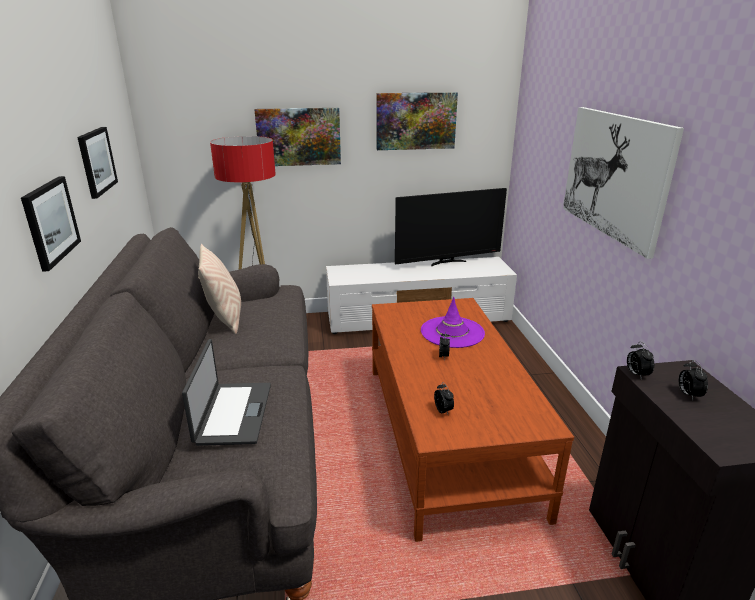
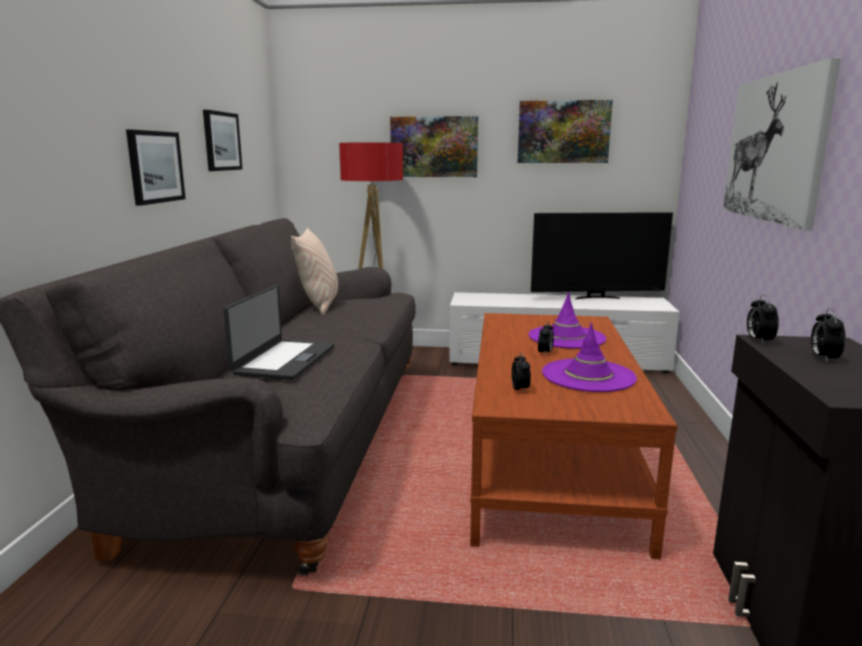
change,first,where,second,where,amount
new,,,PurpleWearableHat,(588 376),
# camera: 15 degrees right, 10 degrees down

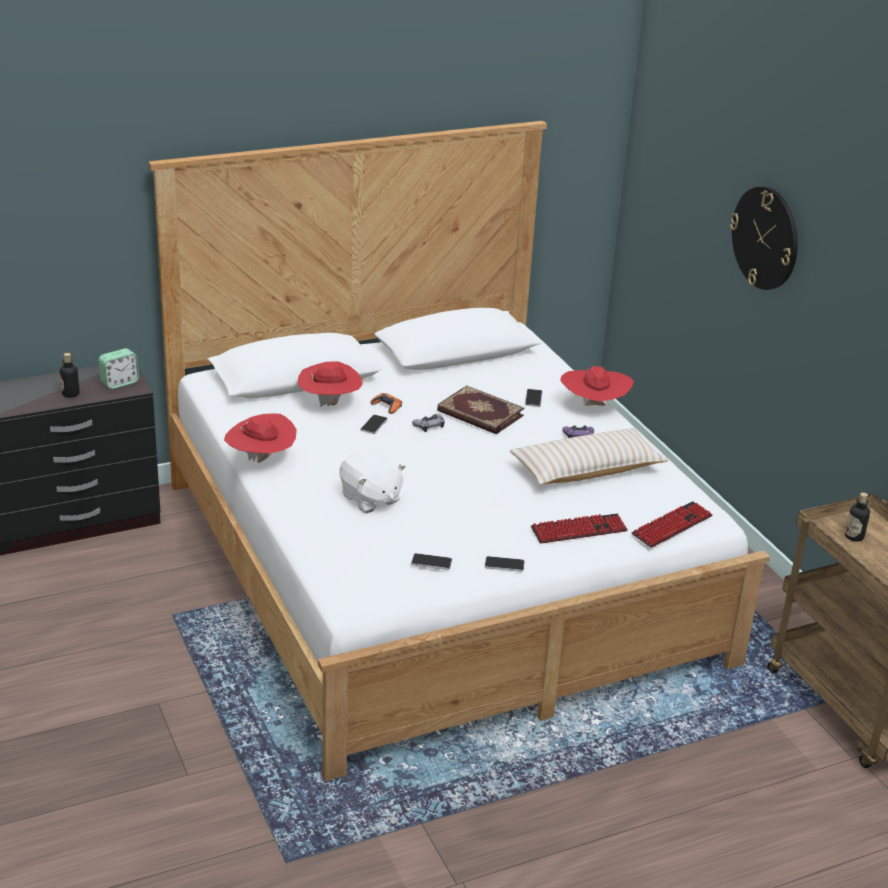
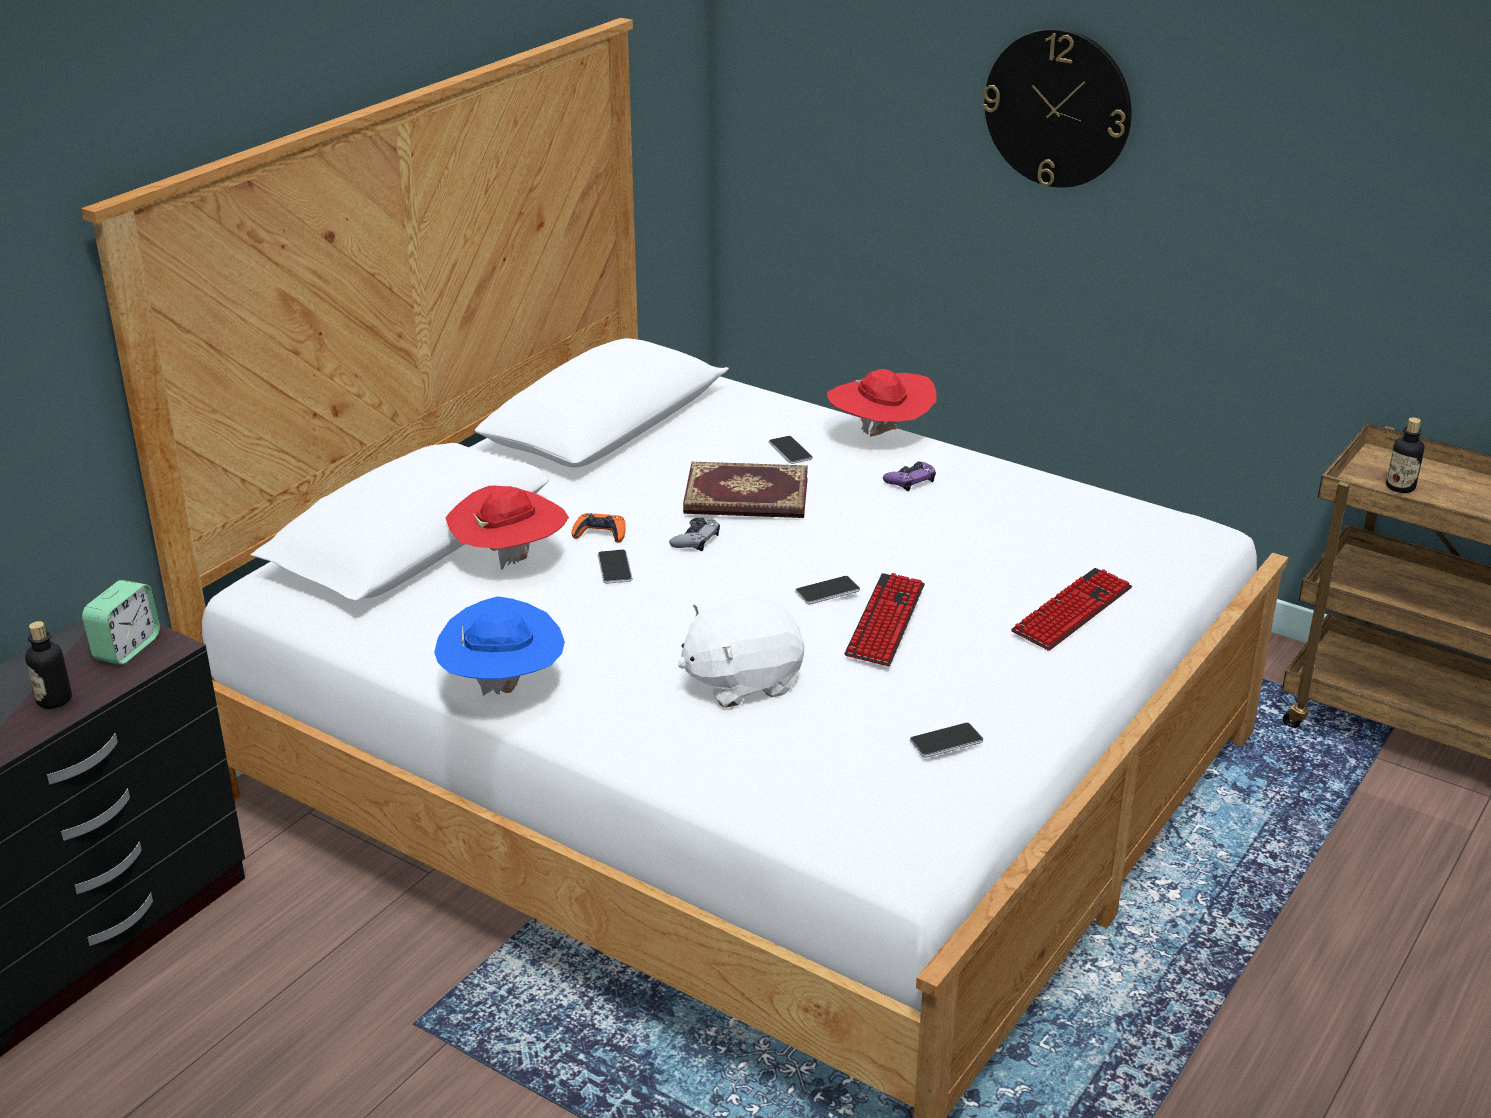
change,first,where,second,where,amount
gone,SandColouredPillow,(586 470),,,
shifted,Handset,(504 565),,(827 591),
shifted,ComputerKeyboard,(672 526),,(885 621),
repainted,RedWearableHat,(261 460),BlueWearableHat,(503 687),
rotated,WhitishPlushToy,(370 499),,(742 681),135 degrees clockwise
# camera: 30 degrees left, 0 degrees up

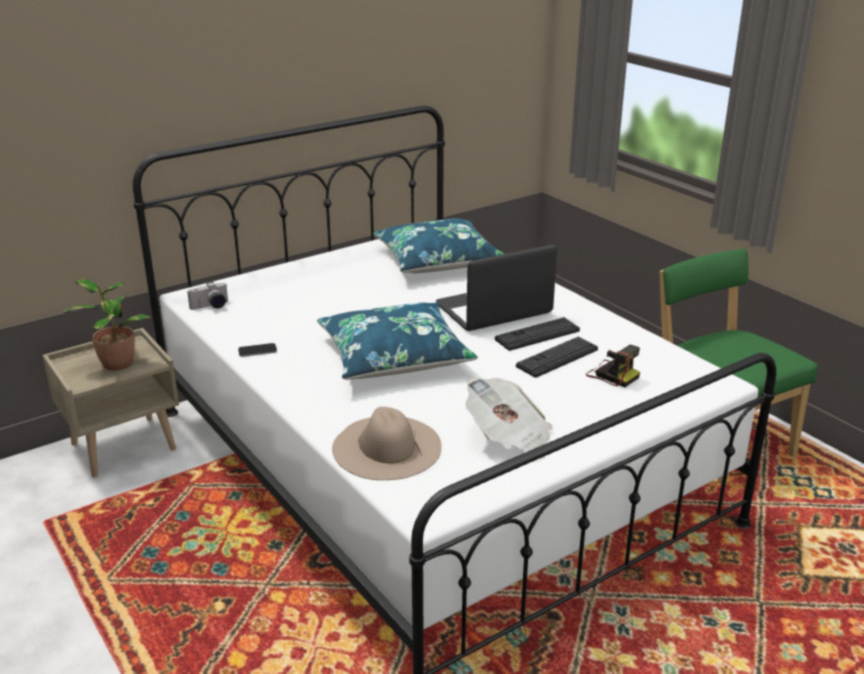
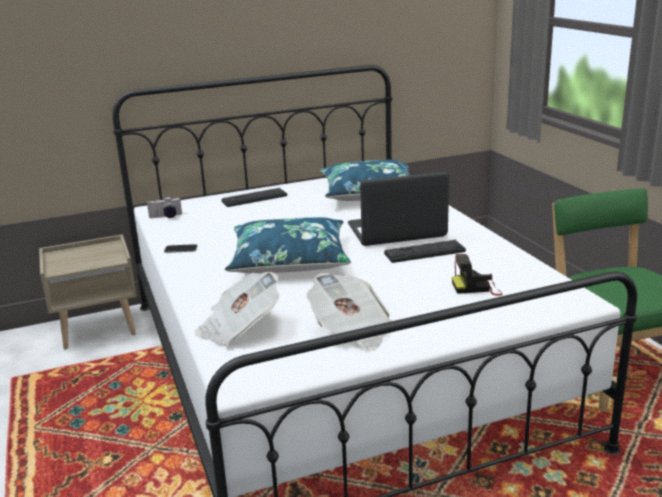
change,first,where,second,where,amount
gone,Houseplant,(115 363),,,
shifted,ComputerKeyboard,(557 358),,(254 198),
swapped,SandColouredWearableHat,(386 447),DailyPaper,(239 328),
rotated,StillCamera,(611 375),,(477 288),120 degrees clockwise
# camera: 15 degrees right, 5 degrees down

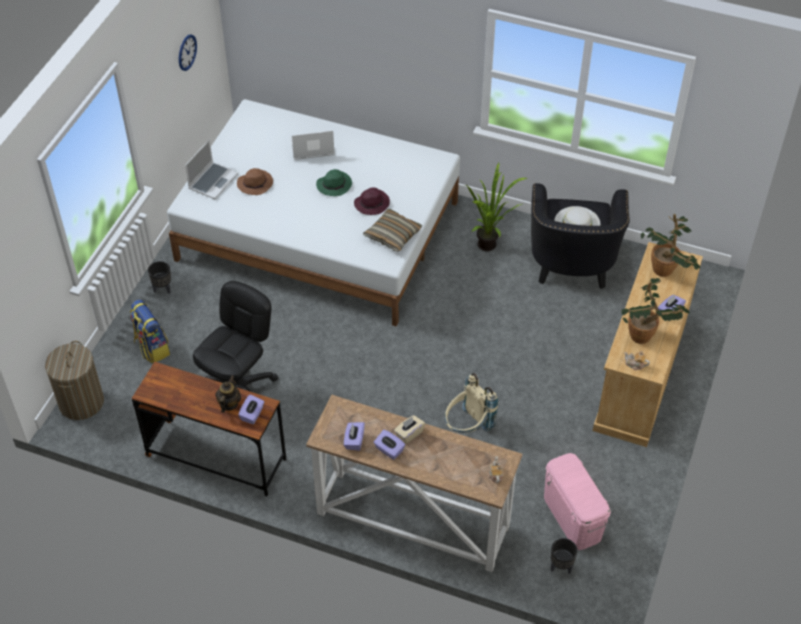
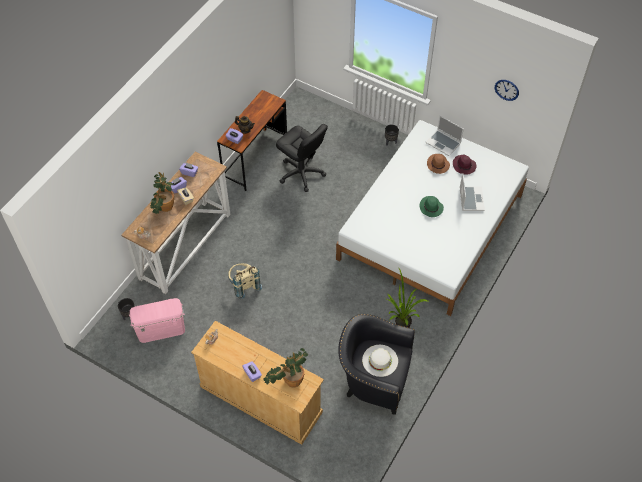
change,first,where,second,where,amount
gone,Hamper,(81 402),,,
gone,Backpack,(151 347),,,
gone,Pillow,(393 235),,,
shifted,PurpleWearableHat,(372 203),,(464 166),
shifted,Houseplant,(646 337),,(164 209),
# camera: 100 degrees right, 5 degrees up

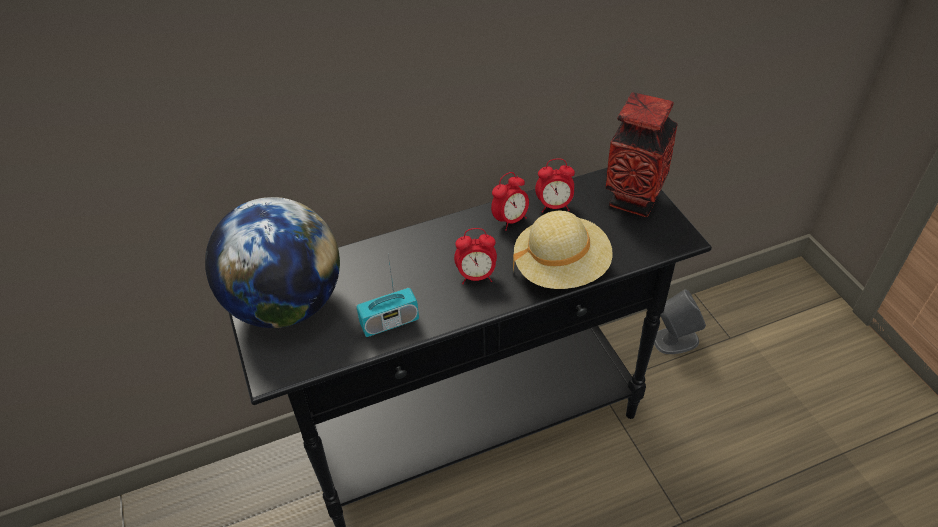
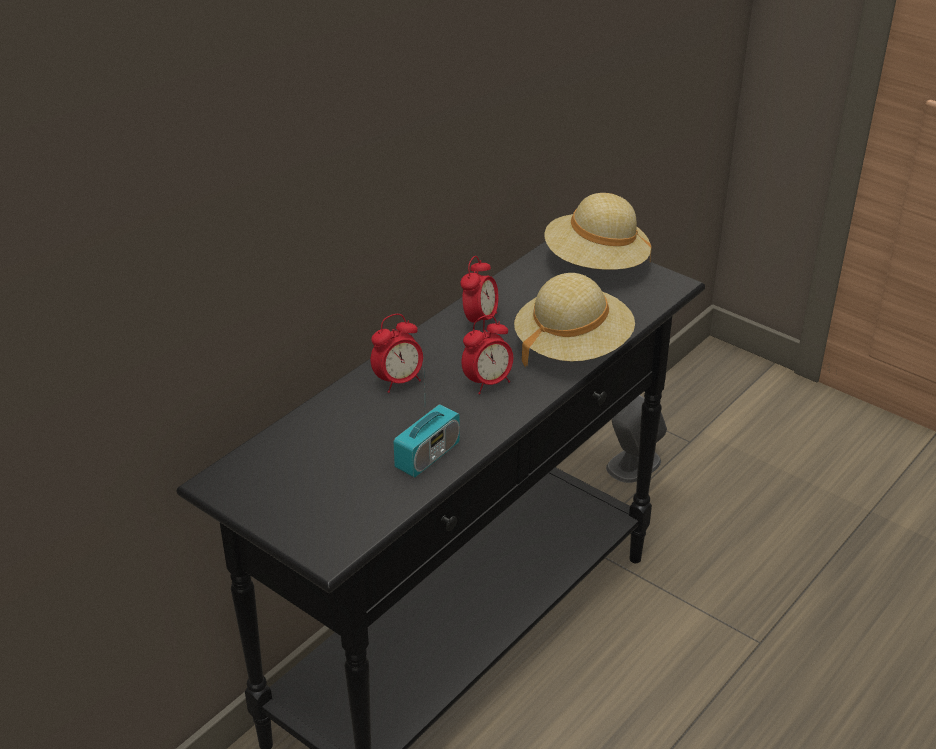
change,first,where,second,where,amount
gone,Globe,(286 304),,,
shifted,BedsideClock,(554 206),,(398 381),
swapped,DecorativeVase,(633 200),SandColouredWearableHat,(595 264),
# camera: 30 degrees left, 10 degrees down

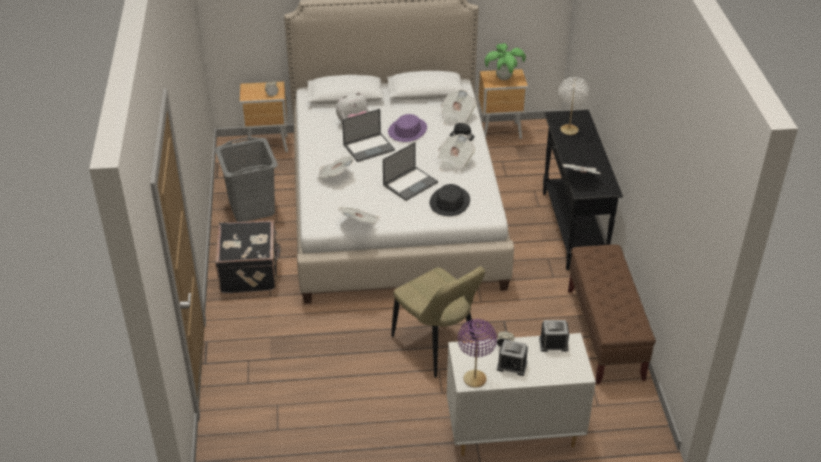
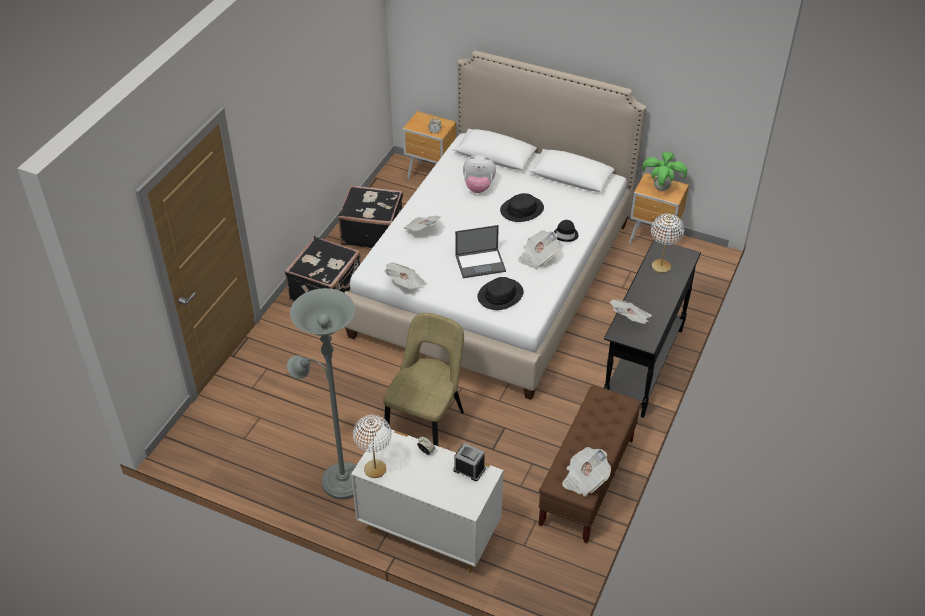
change,first,where,second,where,amount
gone,Laptop,(369 147),,,
gone,BedsideClock,(512 366),,,
new,,,GreyishFloorLamp,(338 479),
shifted,DailyPaper,(456 117),,(584 479),
swapped,GreyishHamper,(251 208),BlackColouredTravelCase,(372 232),
repainted,PurpleWearableHat,(407 130),BlackColouredWearableHat,(521 209),
repainted,PurpleTabletopLamp,(474 379),WhitishTabletopLamp,(375 469),
rotated,SandColouredChair,(437 347),,(427 426),150 degrees counterclockwise
# camera: 30 degrees right, 5 degrees up

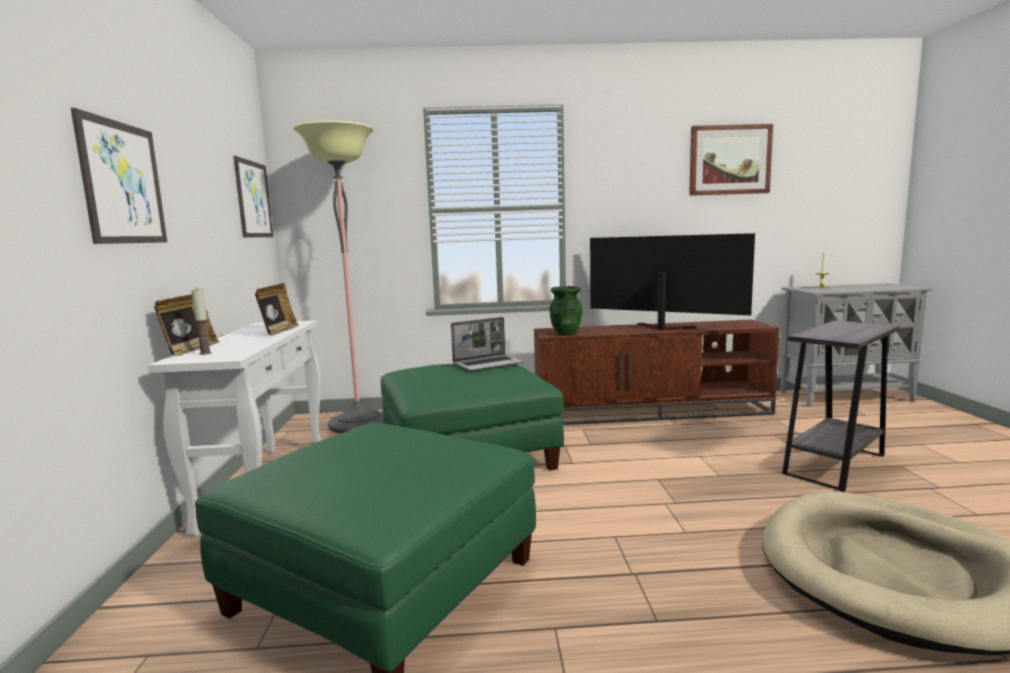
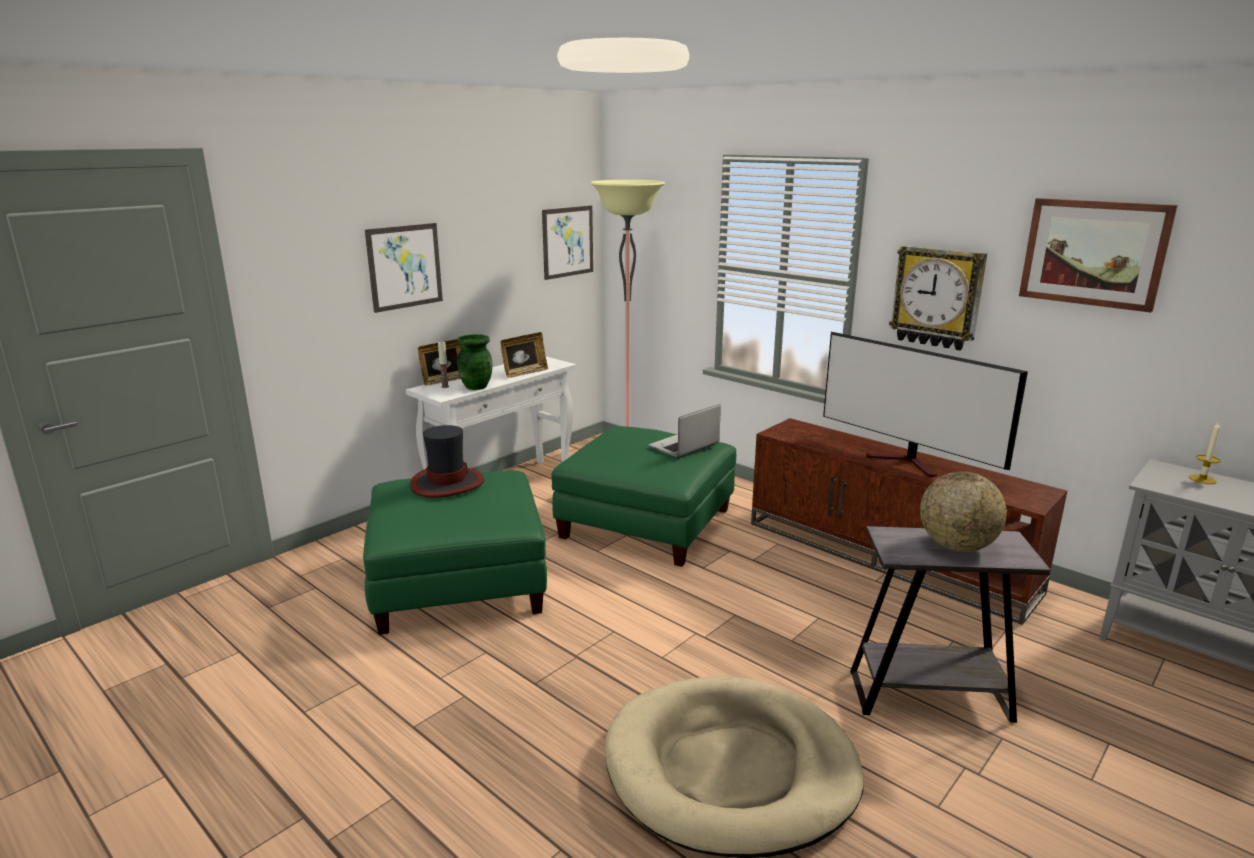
change,first,where,second,where,amount
new,,,WearableHat,(447 483),
new,,,HangingClock,(937 297),
new,,,Globe,(956 546),
shifted,GreenDecorativeVase,(565 333),,(476 386),
rotated,Laptop,(488 364),,(684 446),120 degrees clockwise
rotated,Television,(661 328),,(908 463),150 degrees clockwise
# camera: 45 degrees right, 10 degrees up

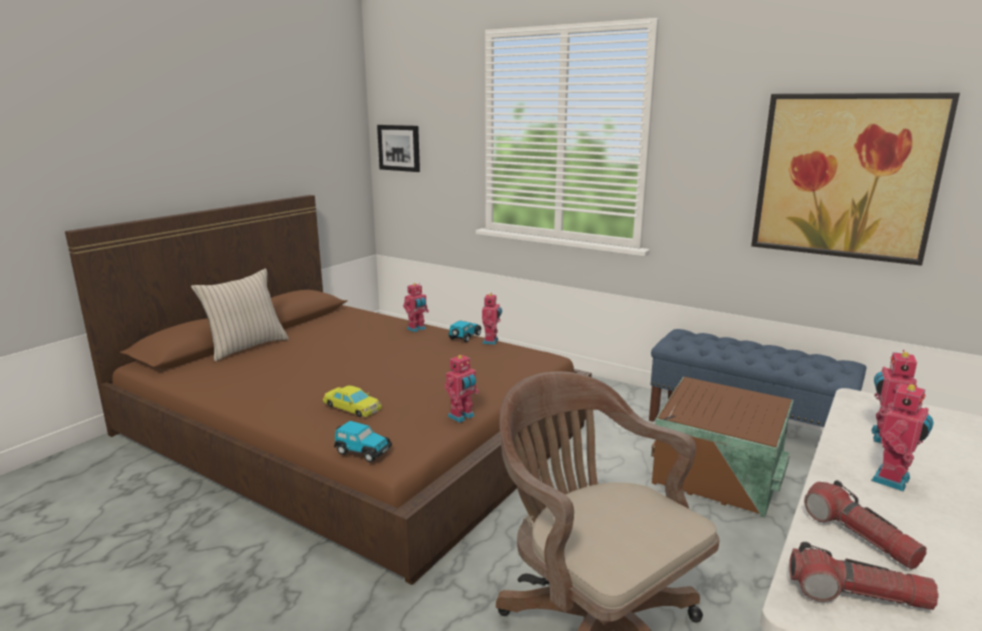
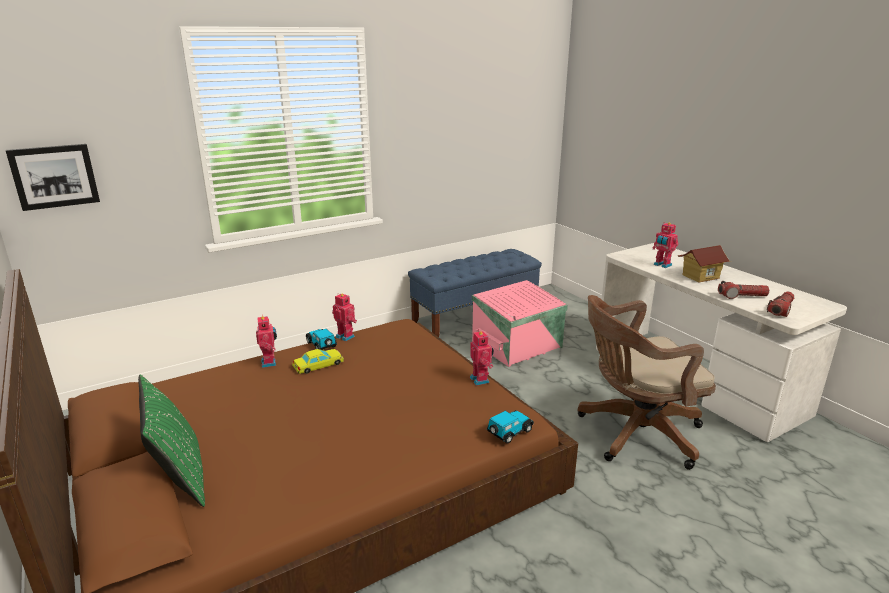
change,first,where,second,where,amount
gone,WallPicture,(845 176),,,
shifted,YellowMiniatureCar,(352 407),,(318 365),
swapped,ModelRobot,(894 480),MiniatureHouse,(700 276),
repainted,SandColouredPillow,(246 347),GreenPillow,(180 478),
repainted,BrownishStorageBin,(717 478),PinkStorageBin,(518 345),
# camera: 65 degrees left, 5 degrees up

